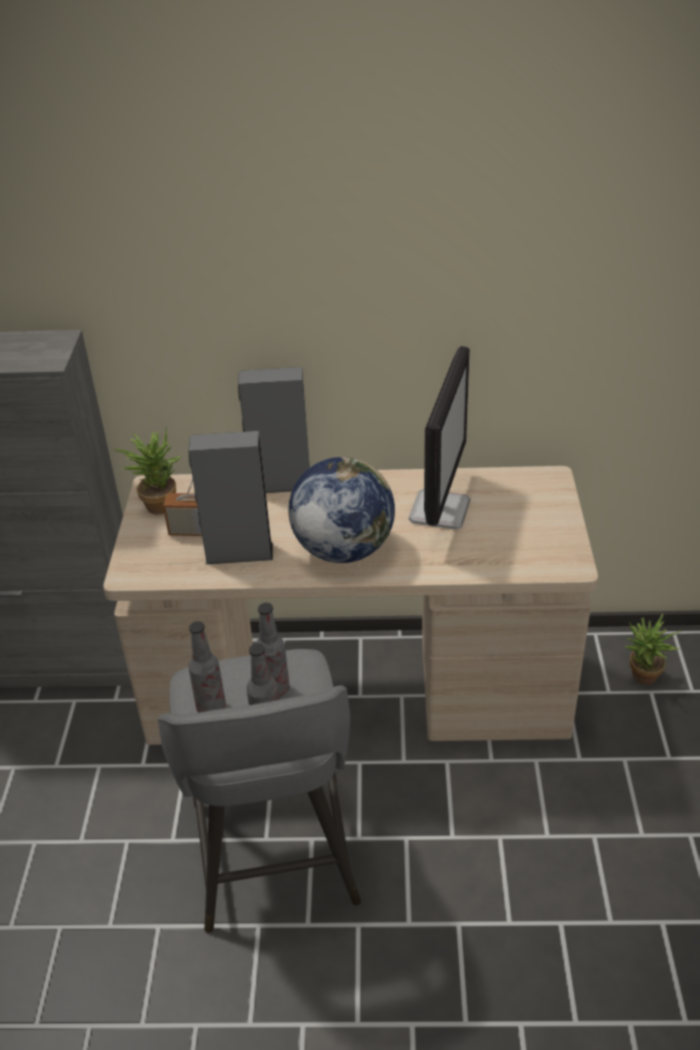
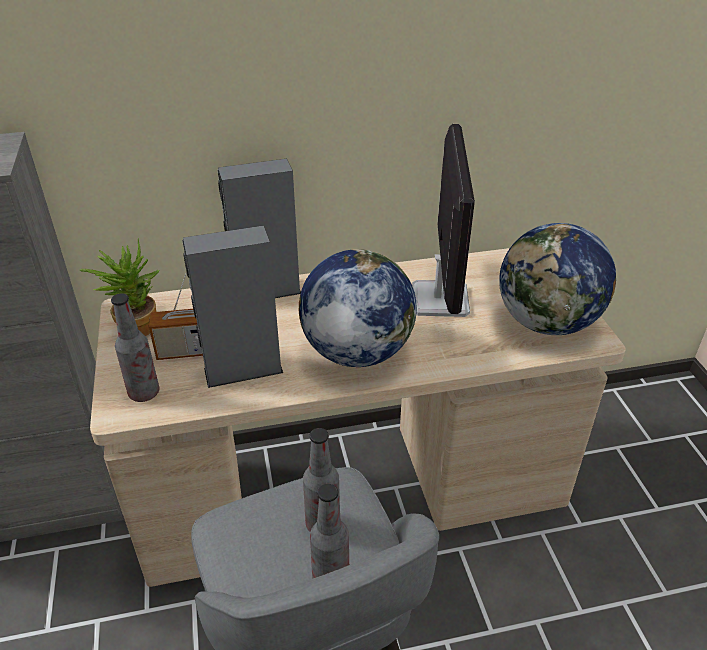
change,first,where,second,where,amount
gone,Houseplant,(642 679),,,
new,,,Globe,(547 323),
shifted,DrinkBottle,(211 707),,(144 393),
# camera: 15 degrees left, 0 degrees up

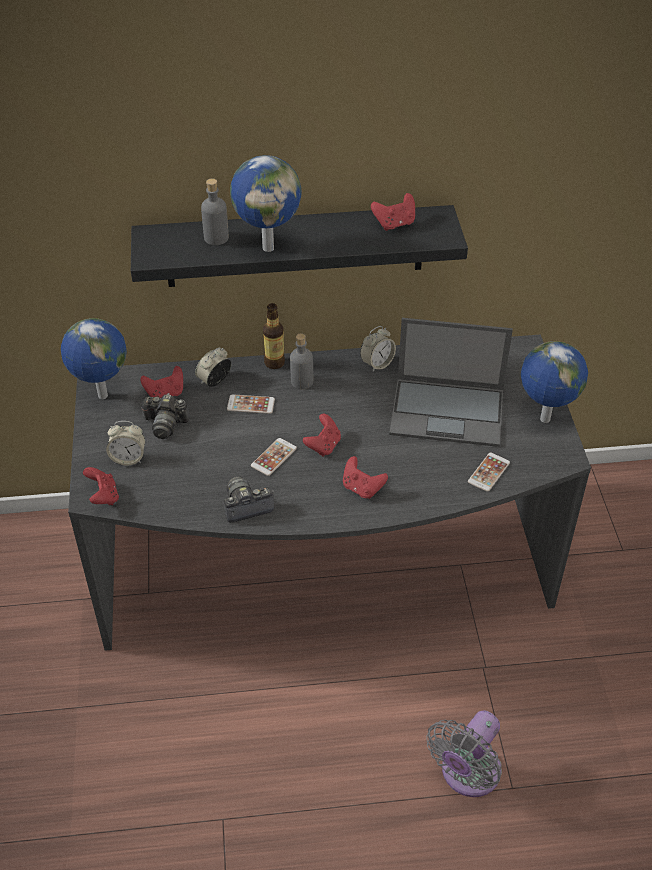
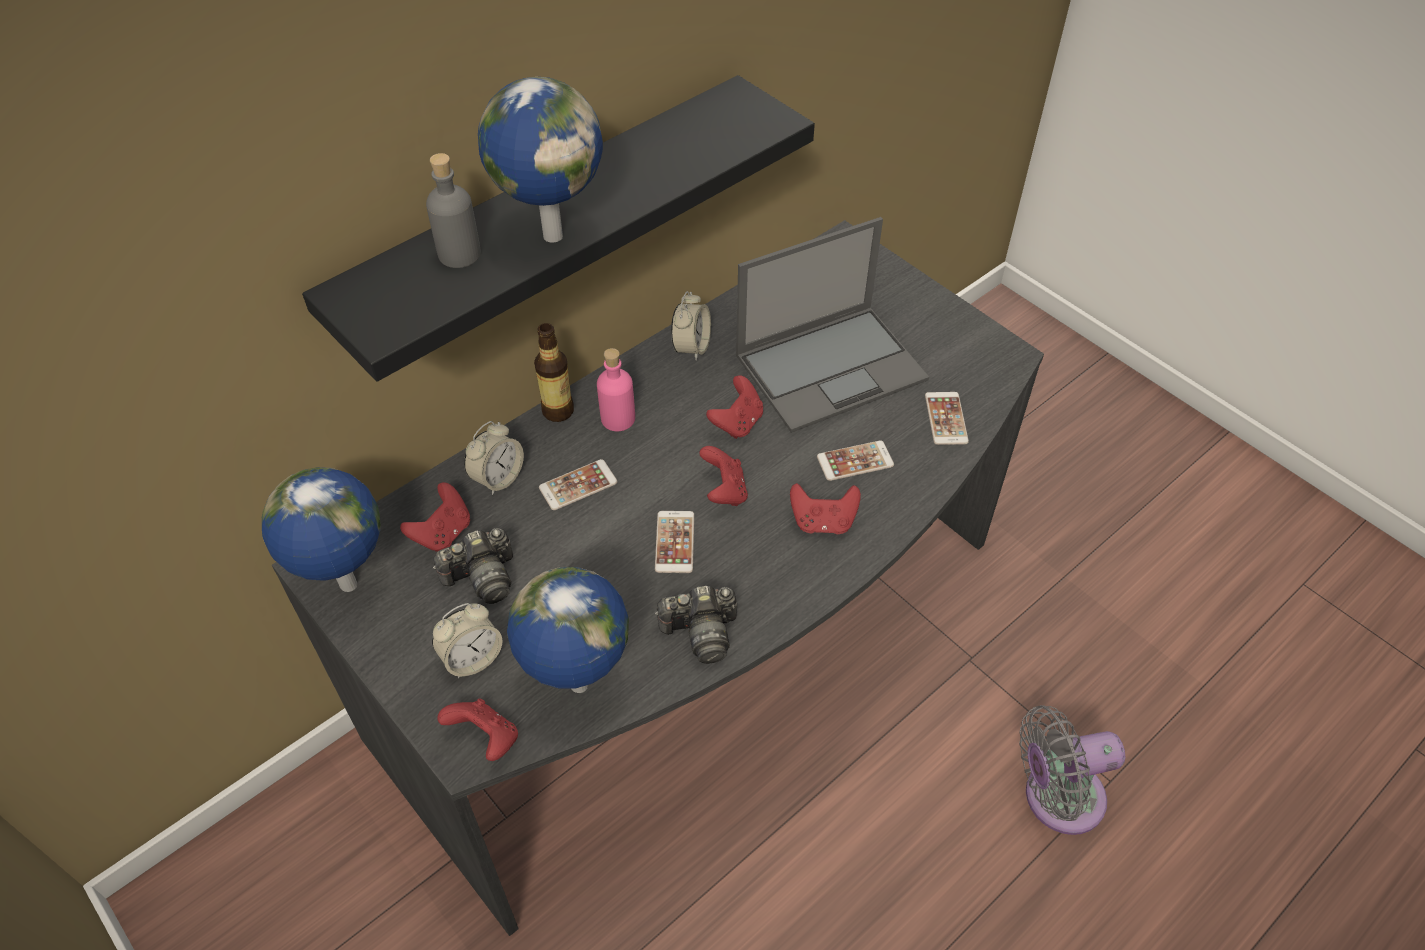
change,first,where,second,where,amount
new,,,Handset,(855 461),
shifted,RedGamepad,(394 224),,(737 423),
shifted,Globe,(544 419),,(578 687),
repainted,GreyishDrinkBottle,(302 381),PinkDrinkBottle,(618 419),
rotated,BedsideClock,(214 381),,(498 478),150 degrees counterclockwise
rotated,StillCamera,(246 506),,(701 632),135 degrees counterclockwise
rotated,GreyishCoolingFan,(467 774),,(1056 798),75 degrees clockwise
# camera: 35 degrees left, 5 degrees up

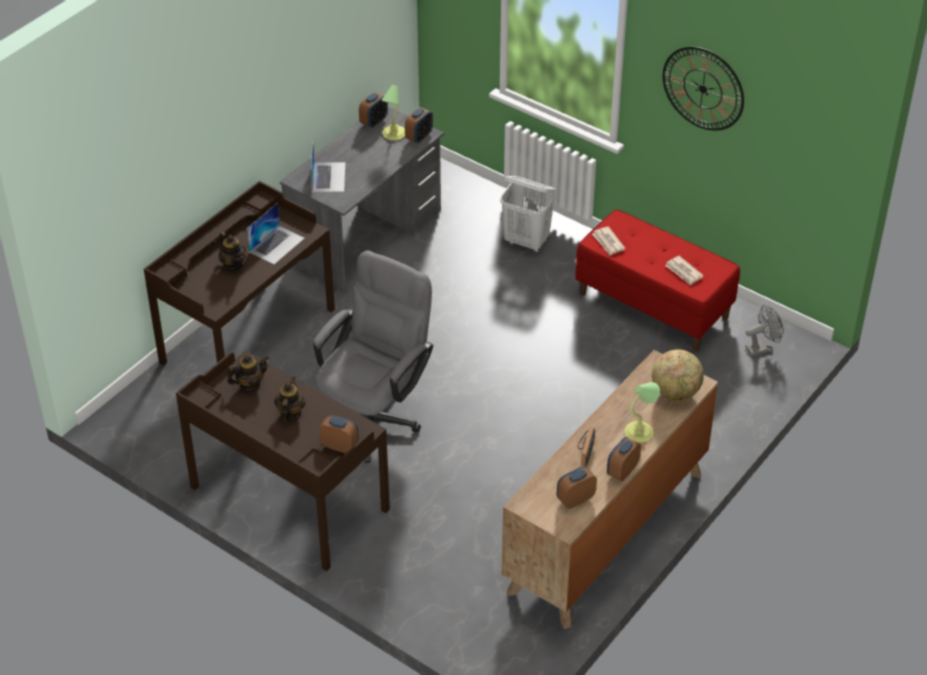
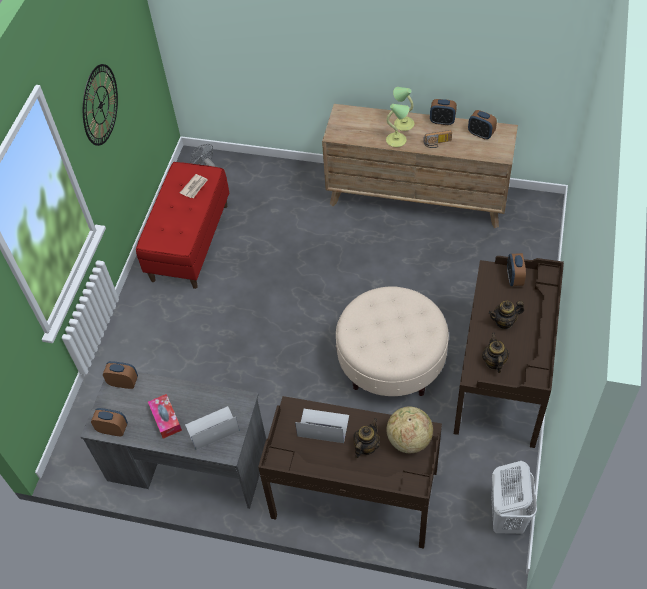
change,first,where,second,where,amount
gone,DailyPaper,(608 242),,,
new,,,BoxOfTissues,(165 419),
shifted,TabletopLamp,(393 134),,(397 140),
shifted,WhitishHamper,(527 242),,(506 517),
shifted,Globe,(675 393),,(409 440),
swapped,GreyishComputerChair,(374 415),SandColouredOttoman,(391 362),
rotated,PotForTea,(250 384),,(494 362),45 degrees clockwise
# camera: 110 degrees left, 10 degrees up

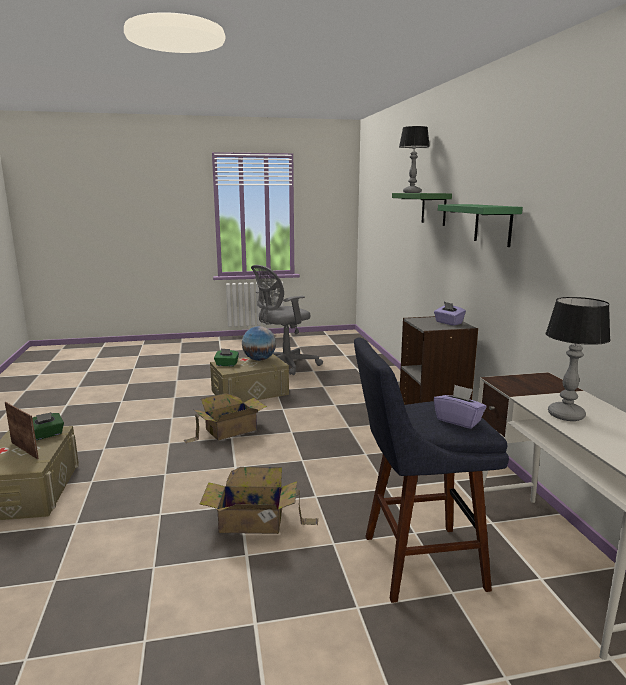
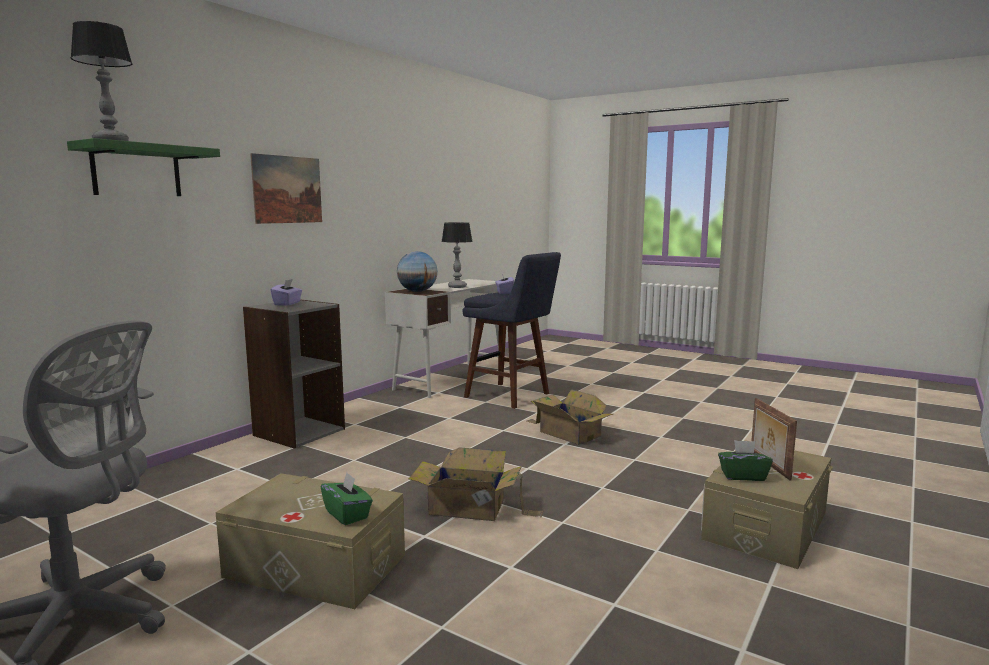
change,first,where,second,where,amount
shifted,Globe,(259 359),,(417 291),
swapped,GreenBracketShelf,(493 224),WallPicture,(287 189),
# camera: 135 degrees left, 5 degrees down

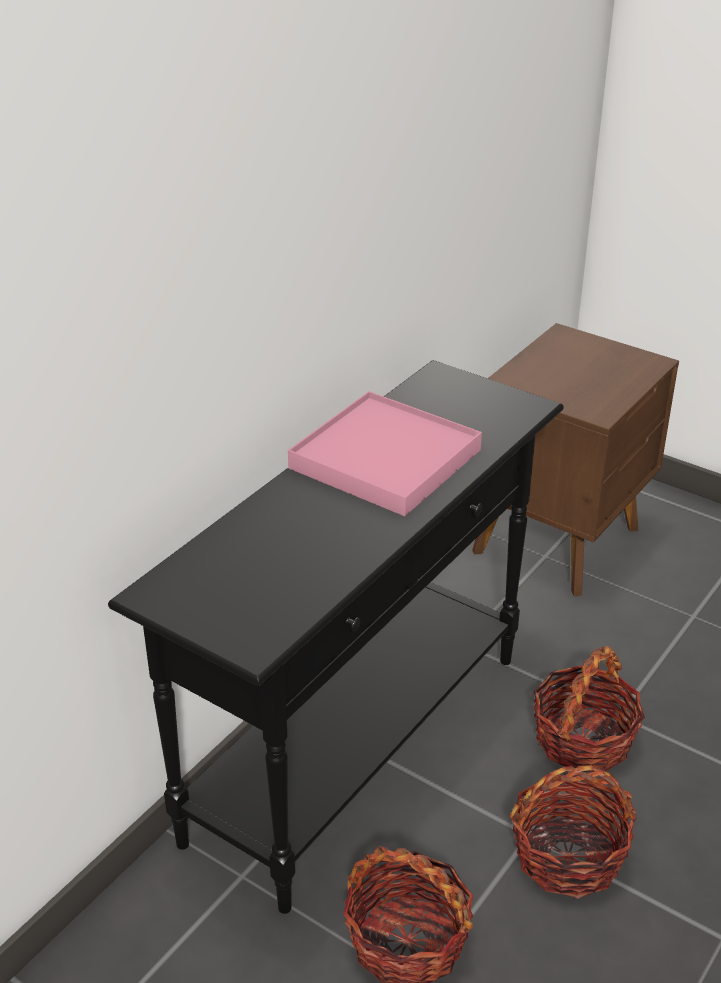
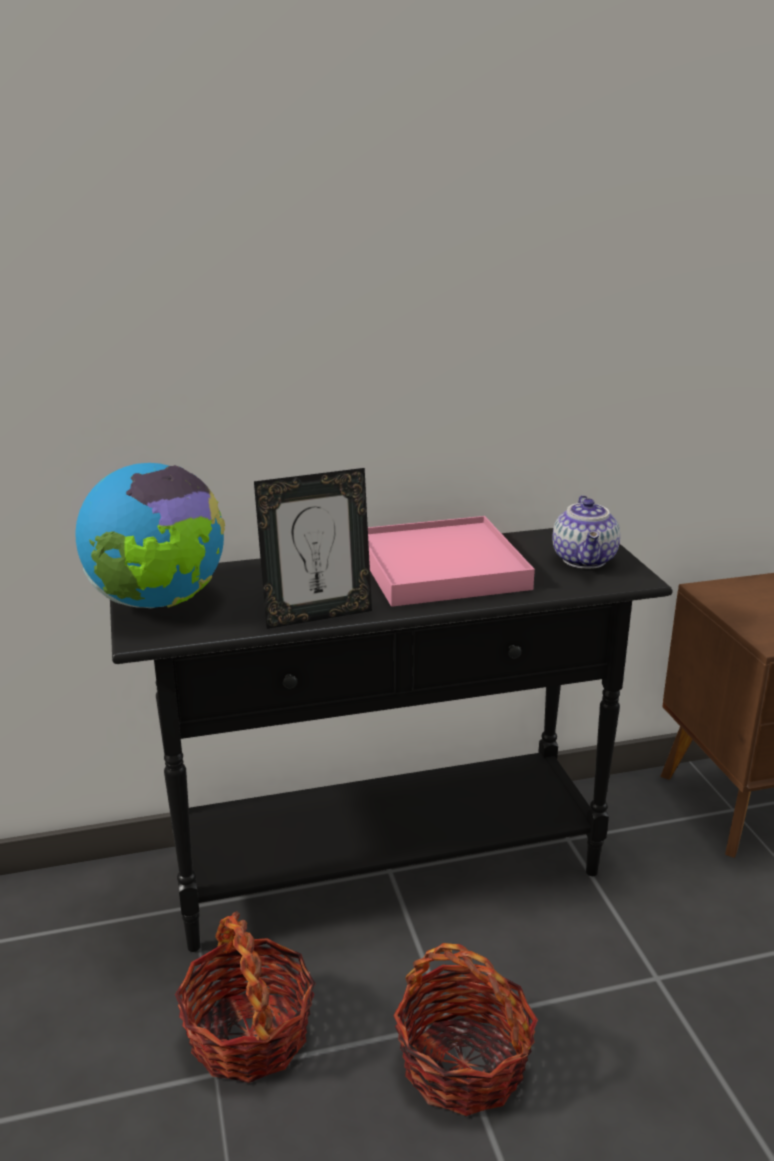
change,first,where,second,where,amount
gone,StorageBasket,(583 740),,,
new,,,Globe,(158 602),
new,,,StandingFrame,(317 615),
new,,,PotForTea,(585 560),
# camera: 40 degrees right, 10 degrees down

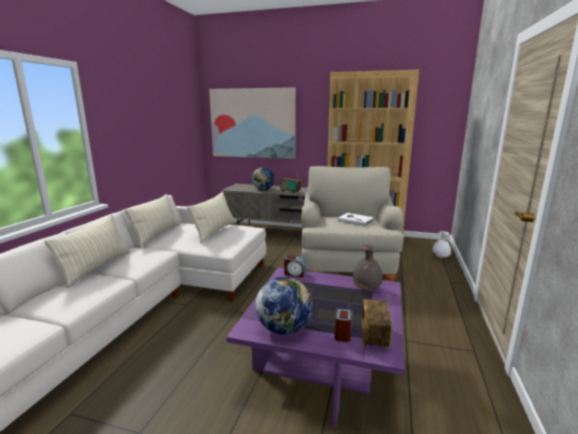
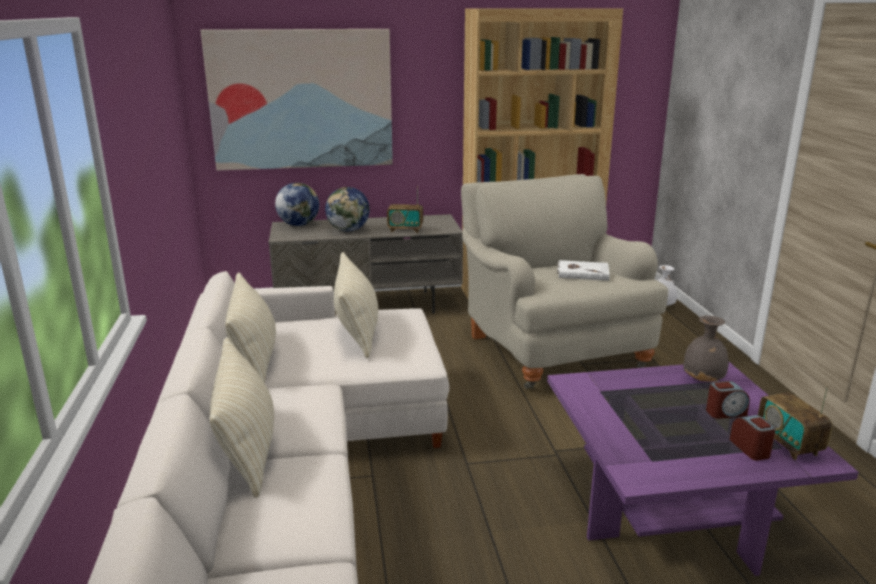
change,first,where,second,where,amount
shifted,Globe,(284 328),,(298 224),
shifted,BedsideClock,(294 274),,(725 412),
# camera: 25 degrees left, 5 degrees up

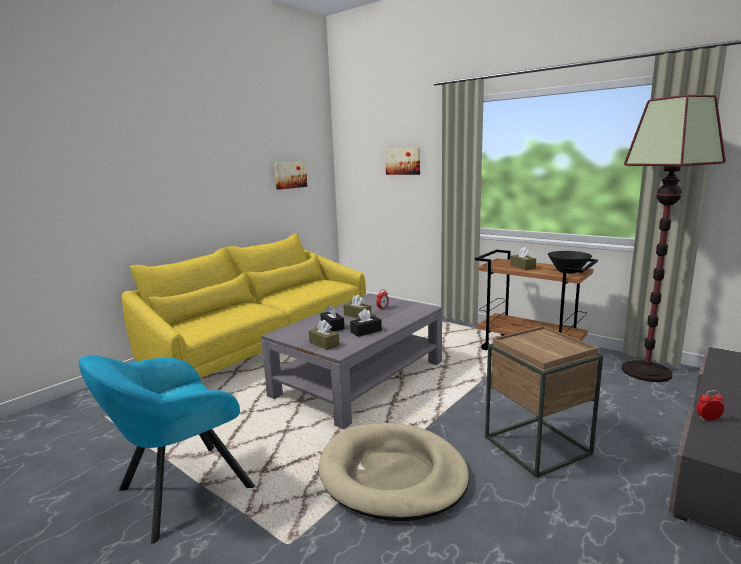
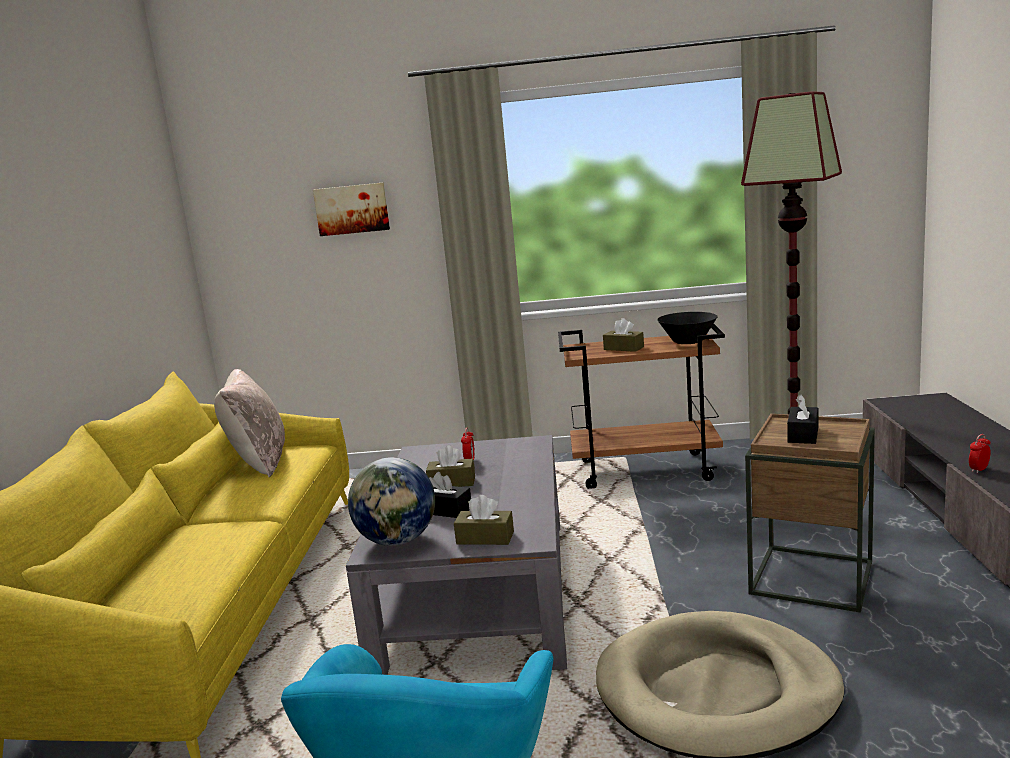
change,first,where,second,where,amount
gone,WallPicture,(290 175),,,
new,,,SandColouredPillow,(259 462),
new,,,Globe,(398 541),
shifted,BlackColouredBoxOfTissues,(366 331),,(803 435),
# camera: 35 degrees left, 0 degrees up

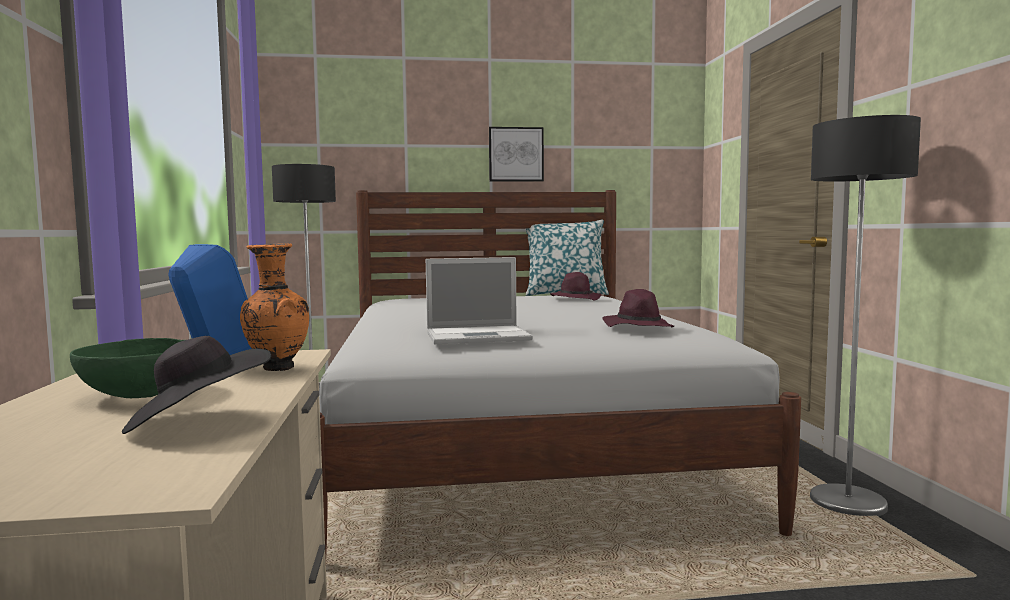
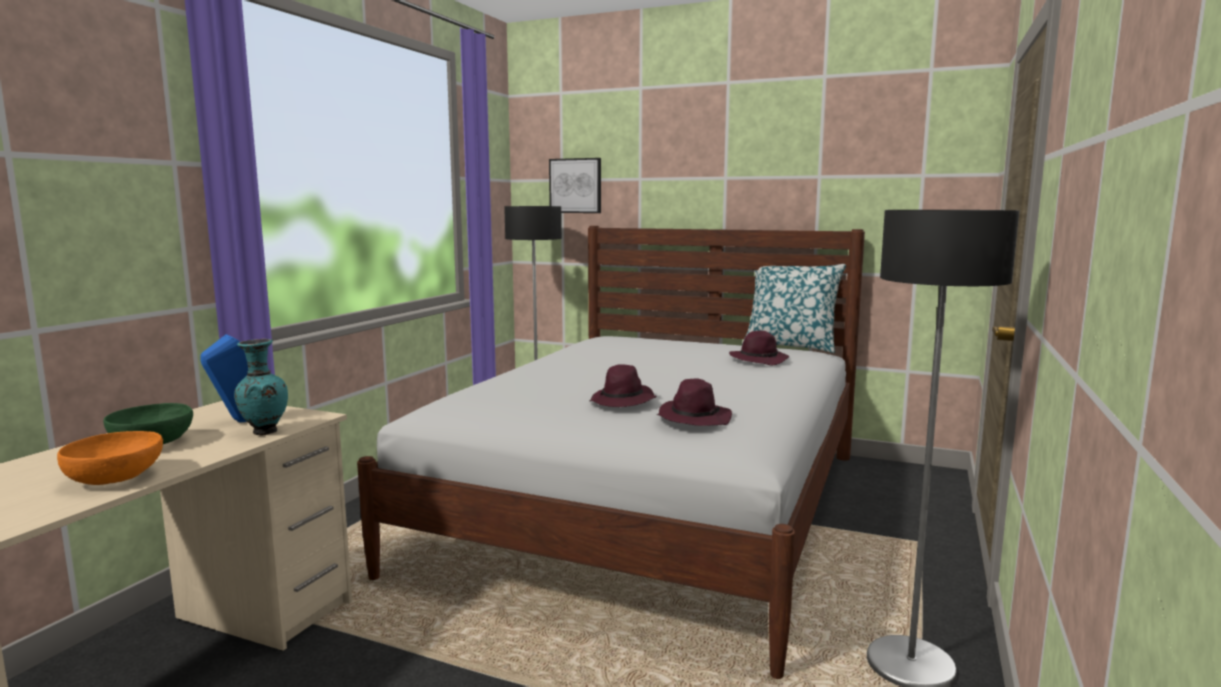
change,first,where,second,where,amount
gone,Laptop,(479 336),,,
new,,,PurpleWearableHat,(623 402),
shifted,WallPicture,(516 154),,(575 186),
swapped,BlackColouredWearableHat,(197 423),OrangeColouredDeepDish,(116 478),
repainted,OrangeColouredDecorativeVase,(276 369),TurquoiseDecorativeVase,(263 432),
# camera: 30 degrees right, 5 degrees up

